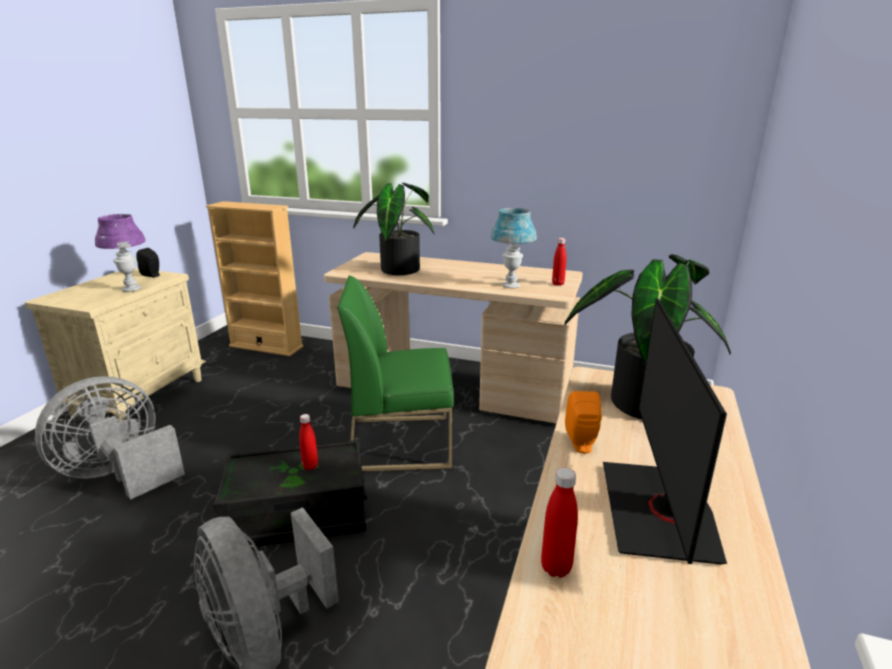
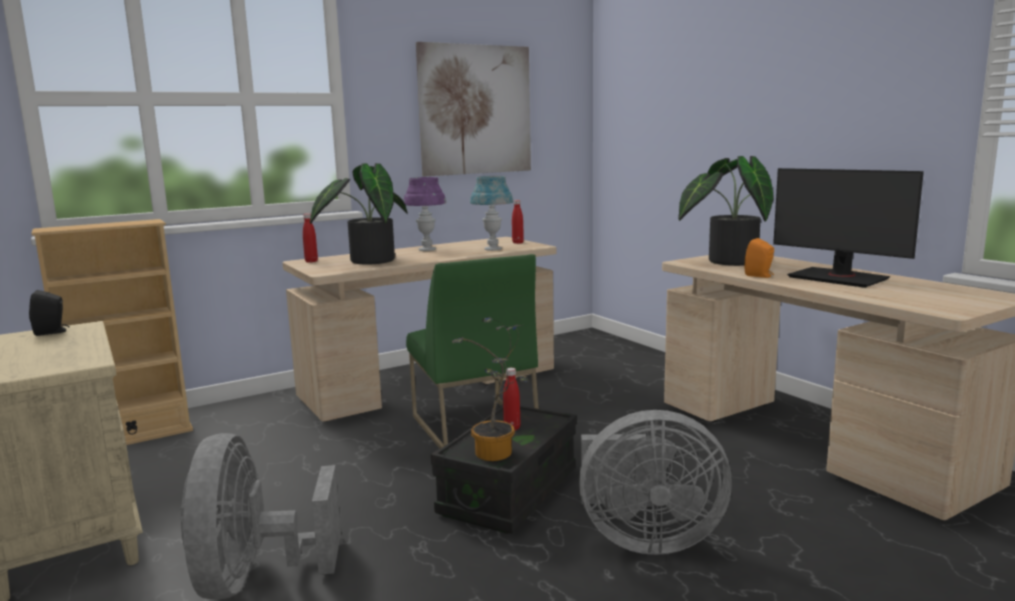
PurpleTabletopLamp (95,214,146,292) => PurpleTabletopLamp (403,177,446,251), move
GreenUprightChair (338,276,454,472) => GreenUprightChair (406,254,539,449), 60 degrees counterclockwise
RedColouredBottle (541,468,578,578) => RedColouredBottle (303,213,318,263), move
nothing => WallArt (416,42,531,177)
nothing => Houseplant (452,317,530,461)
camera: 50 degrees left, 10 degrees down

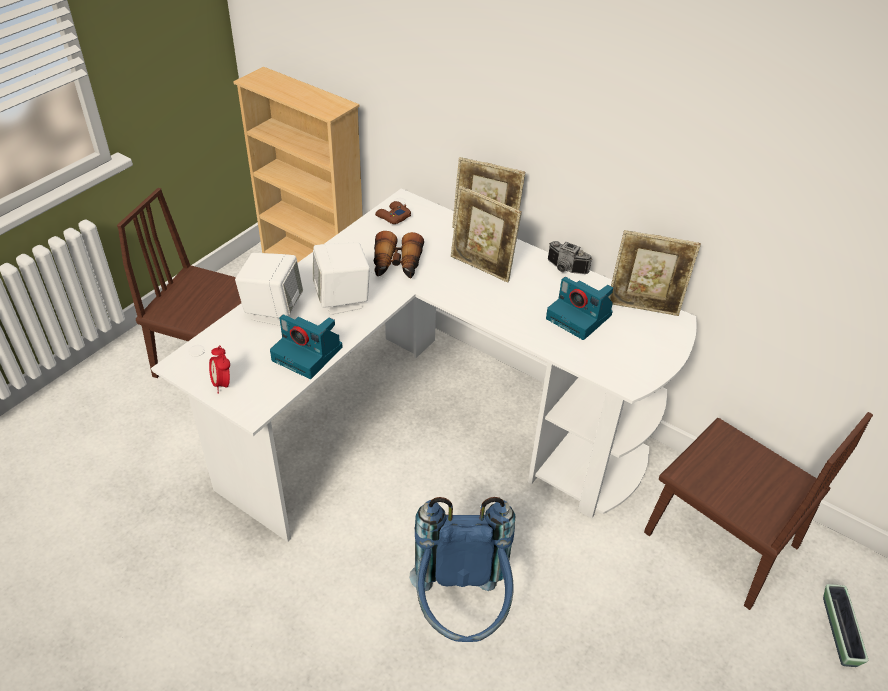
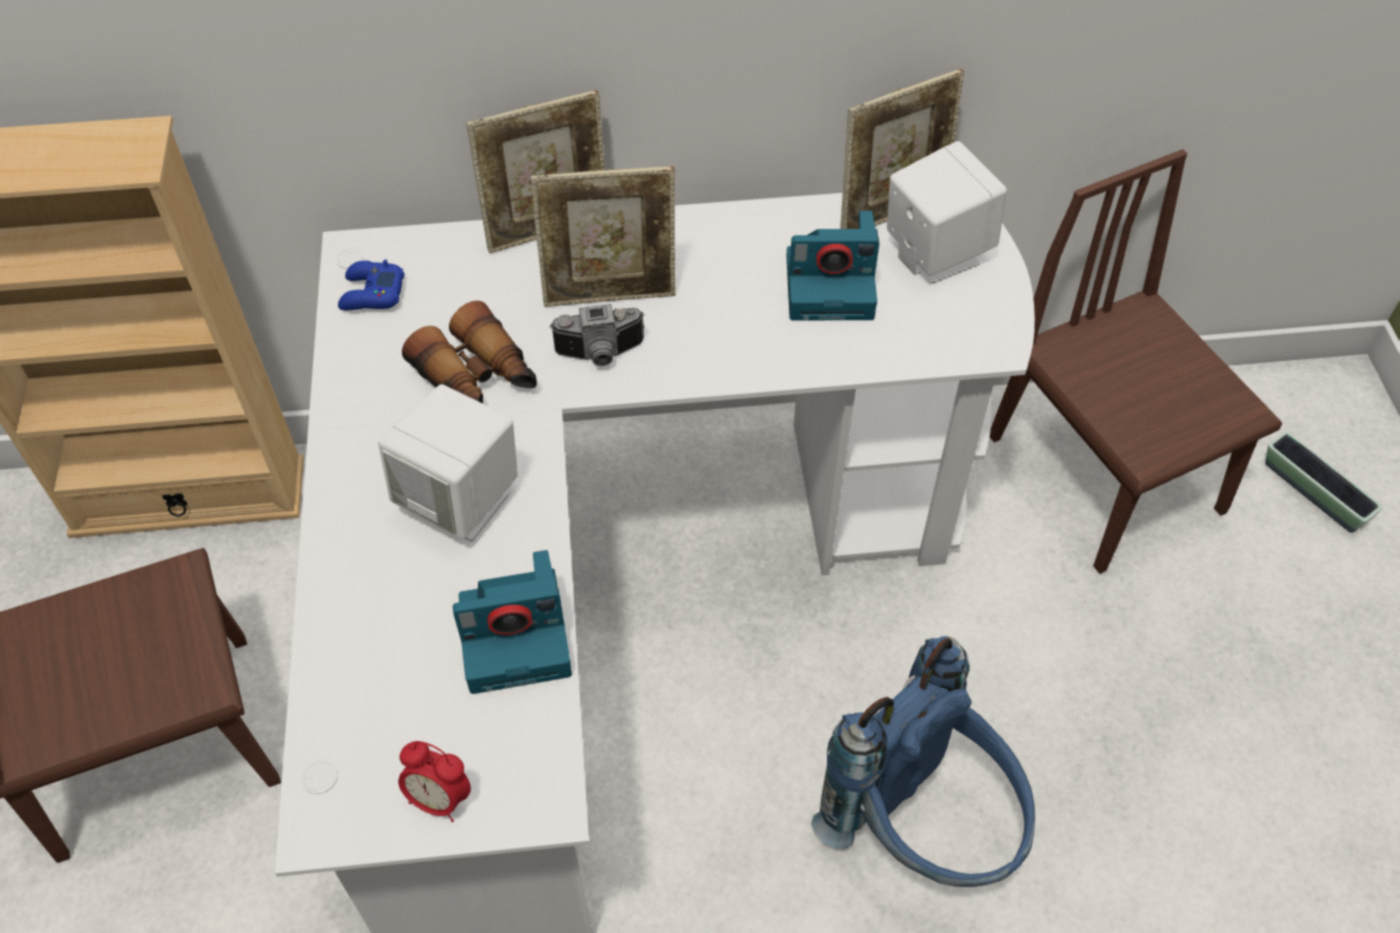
WhiteColouredSpeaker (235,253,303,326) => WhiteColouredSpeaker (887,141,1007,283), move
BrownJoypad (375,201,411,224) => BlueJoypad (338,259,405,310)
PhotoCamera (548,241,592,274) => PhotoCamera (549,304,644,366), move
BrownUprightChair (644,412,873,610) => BrownUprightChair (990,149,1282,574), 120 degrees counterclockwise
camera: 40 degrees left, 10 degrees up

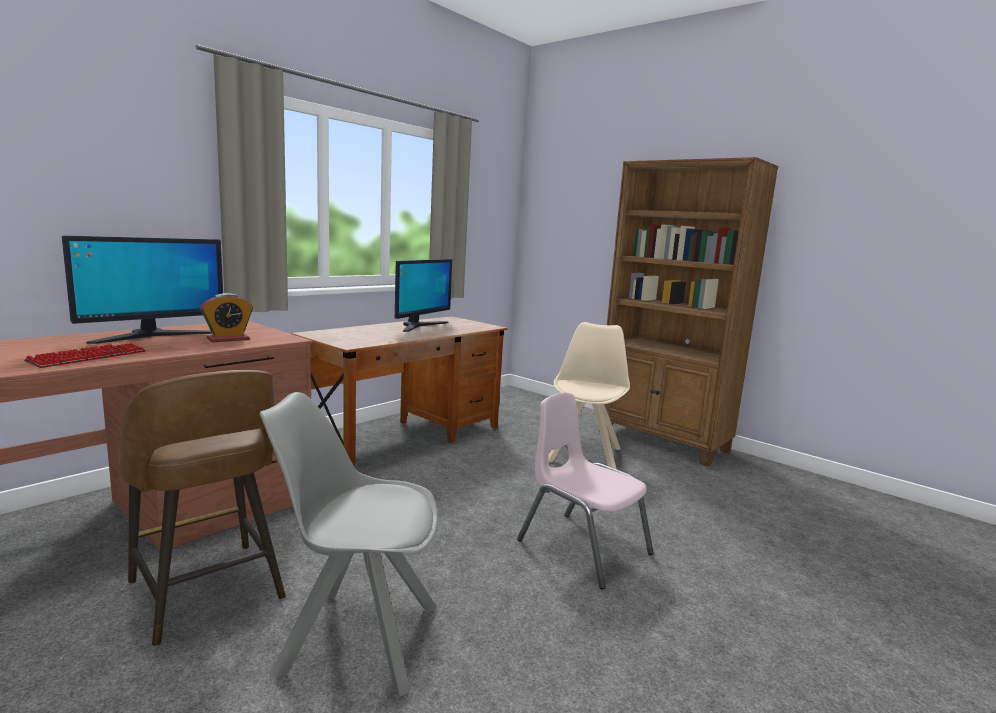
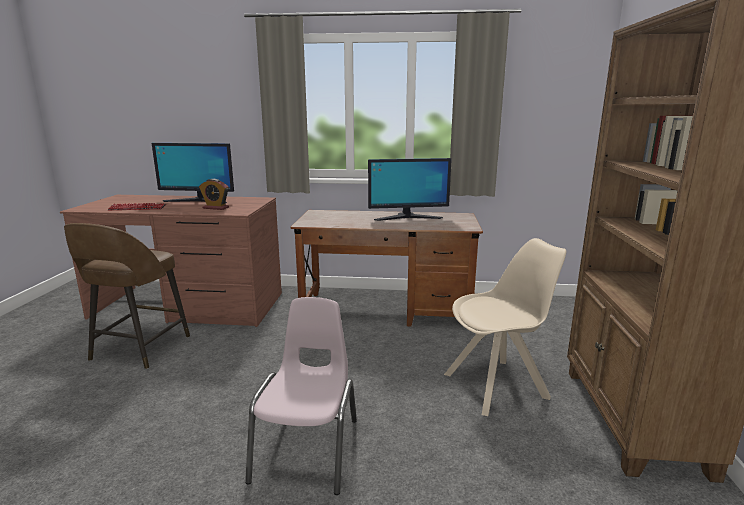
GrayUprightChair (260,392,438,696) => nothing
camera: 55 degrees right, 5 degrees up

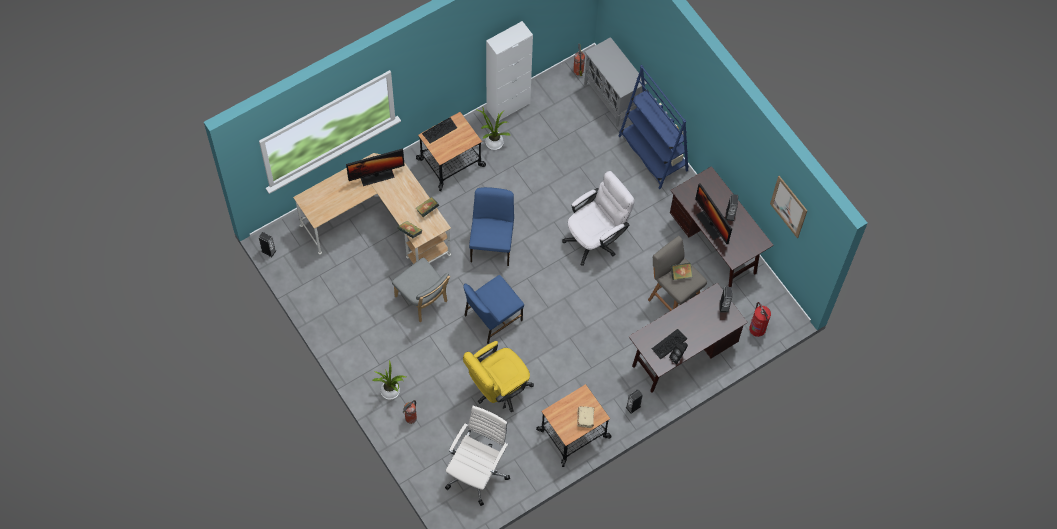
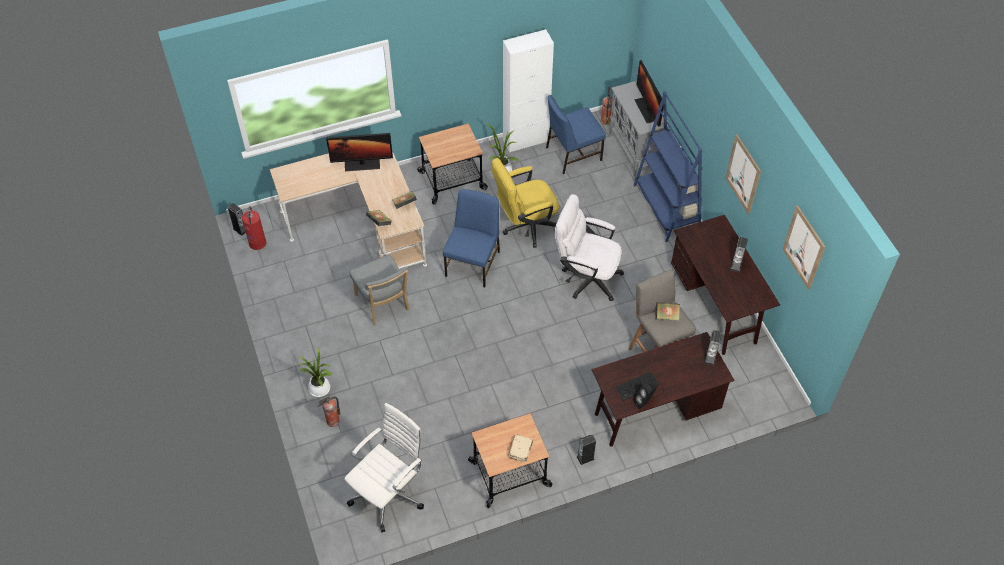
PcKeyboard (422,118,457,144) => nothing
BlueUprightChair (463,275,524,344) => BlueUprightChair (546,95,606,174), move
YellowDeskChair (463,341,534,412) => YellowDeskChair (491,158,559,248), move
WhiteColouredDeskChair (562,171,635,266) => WhiteColouredDeskChair (555,194,624,301), 135 degrees counterclockwise
ComputerDisplay (695,183,732,244) => ComputerDisplay (635,60,663,127), move
Extinguisher (749,302,771,337) => Extinguisher (242,206,266,250), move
nothing => WallArt (725,134,761,214)
camera: 15 degrees right, 10 degrees down

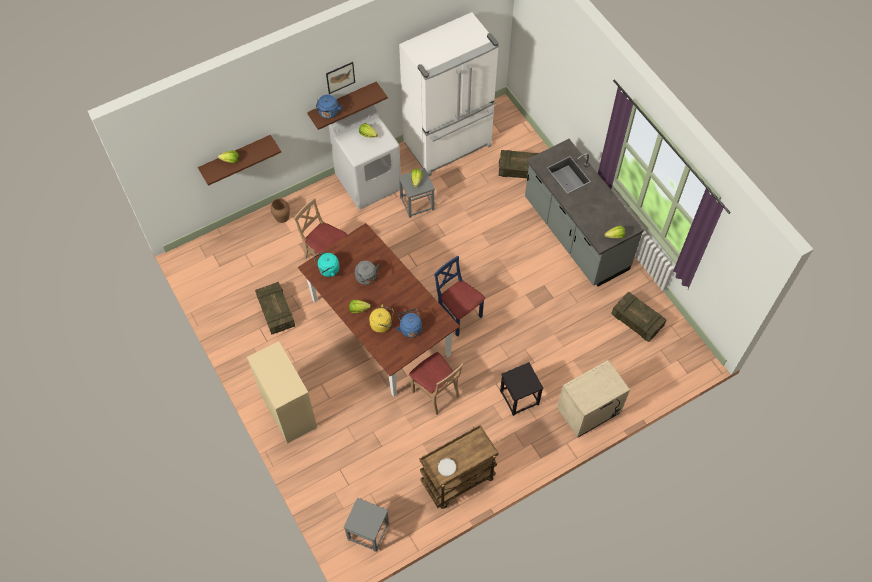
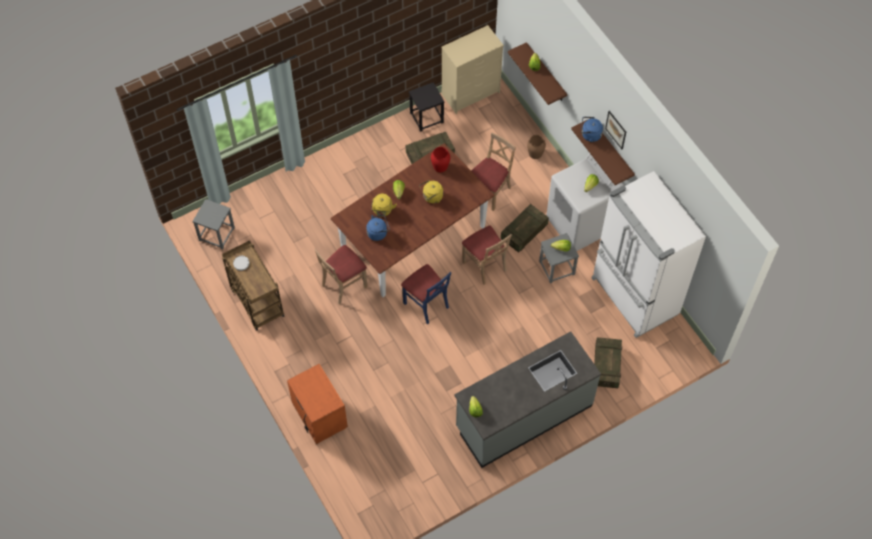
BeigeColouredChestOfDrawers (247,341,317,444) => BeigeColouredChestOfDrawers (441,25,504,114), move
TurquoiseColouredKettle (314,252,340,277) => RedColouredVase (431,147,450,172)
GrayKettle (355,261,379,285) => YellowKettle (419,180,443,203)
BlueUprightChair (434,256,485,337) => BlueUprightChair (401,264,451,324), 90 degrees clockwise
BlackStoolSeat (500,362,544,416) => BlackStoolSeat (409,82,445,132), move
BeigeColouredNightTable (557,360,630,437) => OrangeyNightTable (287,364,348,444)
Crate (611,291,667,342) => Crate (501,204,549,253), move
nothing => BeigeColouredUprightChair (462,226,512,285)
camera: 90 degrees right, 0 degrees up

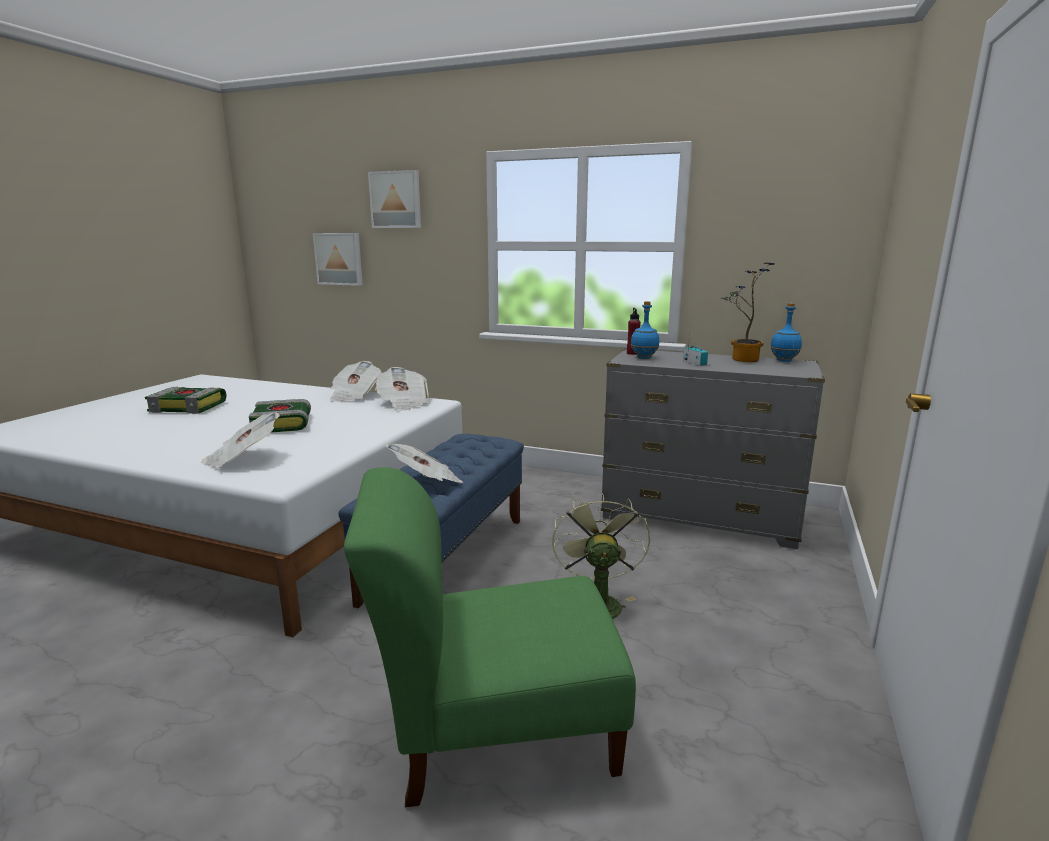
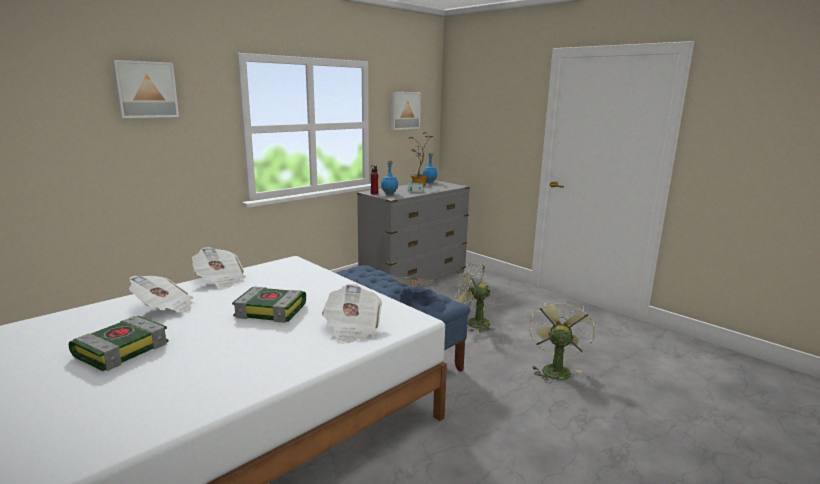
WallArt (313,233,363,286) => WallArt (391,92,421,130), move
GreenUprightChair (344,467,636,807) => GreenFan (529,298,595,383)
PrintedPaper (375,367,429,411) => PrintedPaper (129,276,193,313), move
camera: 65 degrees left, 0 degrees up

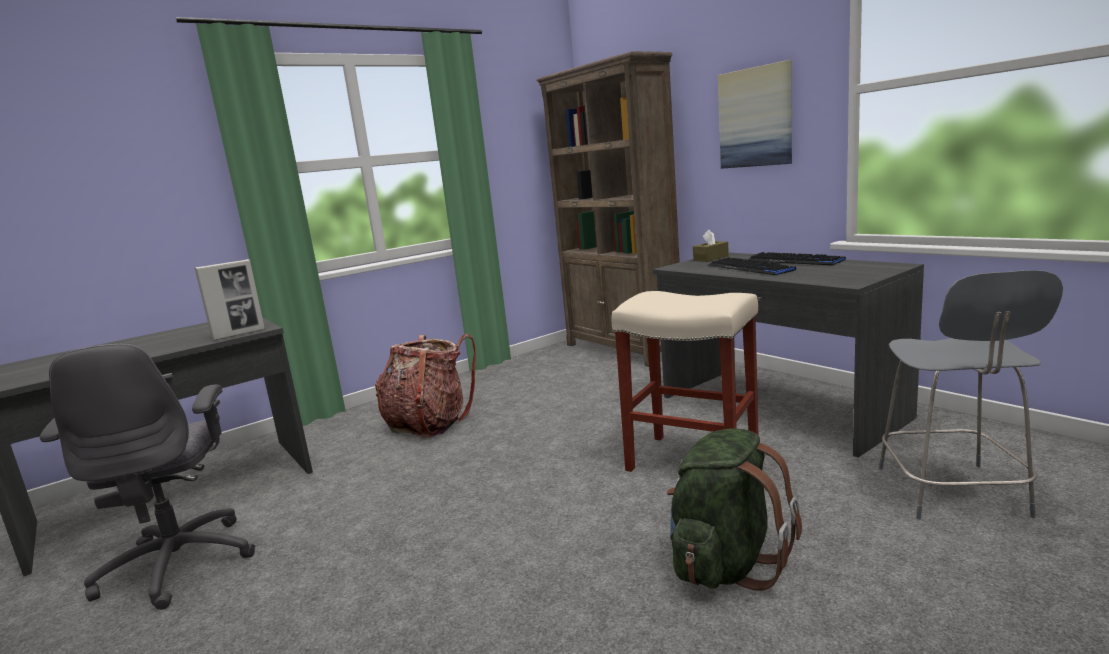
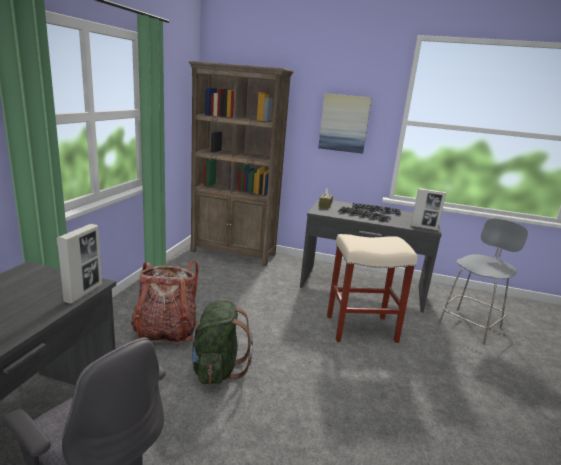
GreenBackpack (667,428,802,591) => GreenBackpack (186,301,253,385), move
GrayUprightChair (879,270,1063,520) => GrayUprightChair (439,218,528,345), 105 degrees counterclockwise
nothing => PhotoFrame (411,188,446,230)
camera: 40 degrees left, 5 degrees up

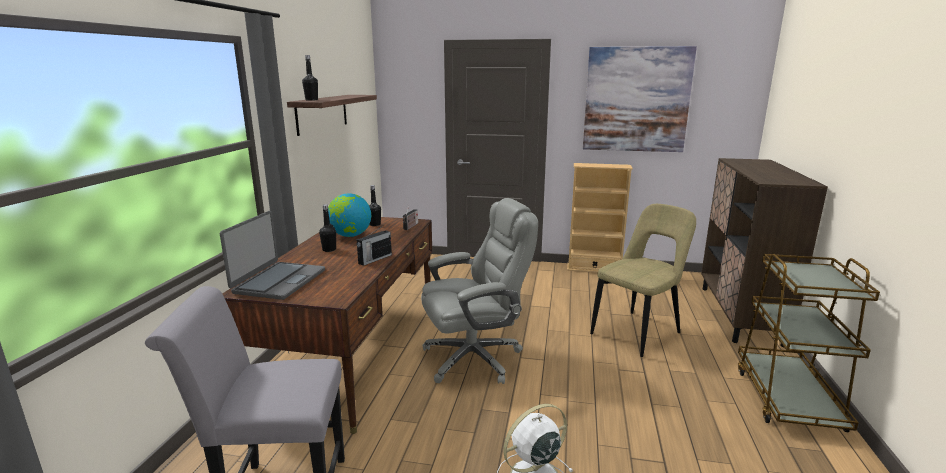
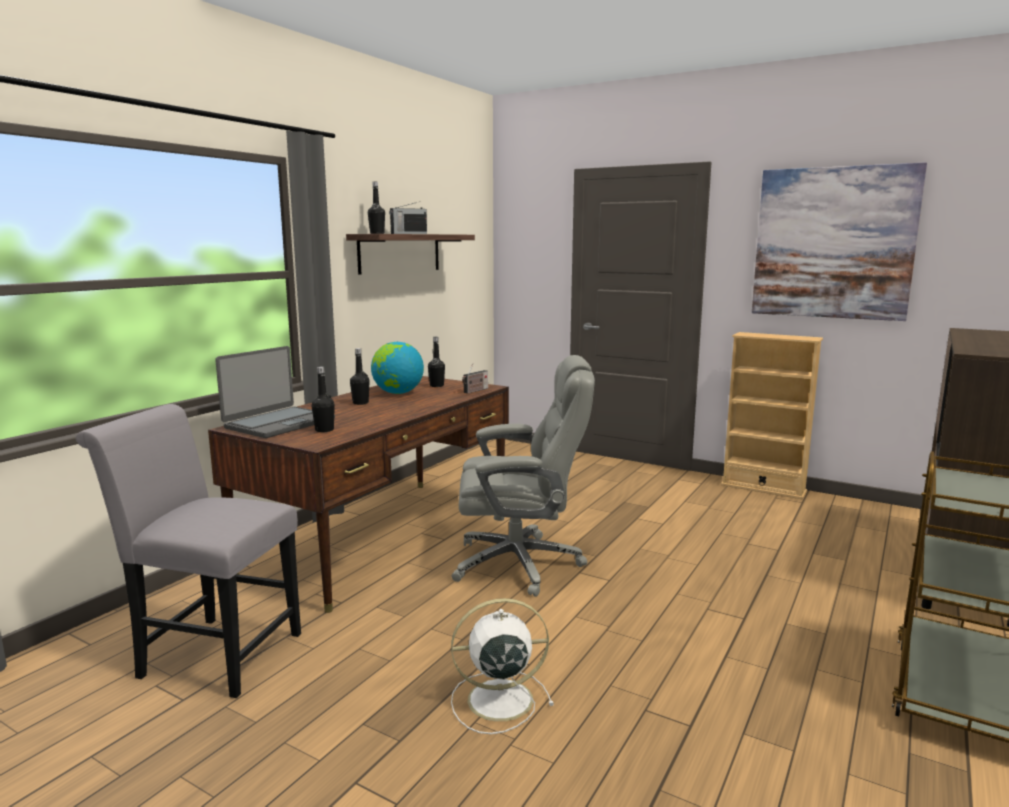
RadioReceiver (357,225,392,266) => RadioReceiver (389,202,427,234), move
BeigeColouredUprightChair (590,204,696,357) => nothing
nothing => BlackBottle (312,366,335,432)
camera: 20 degrees right, 5 degrees down

